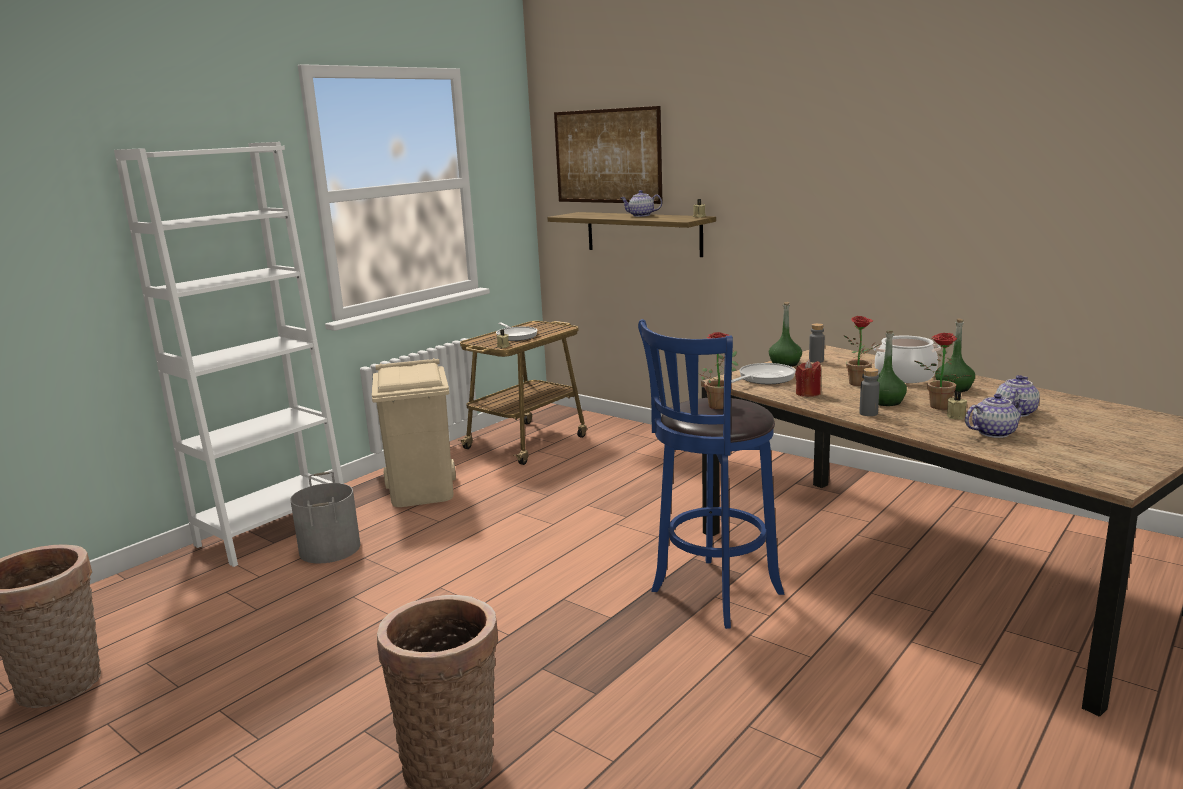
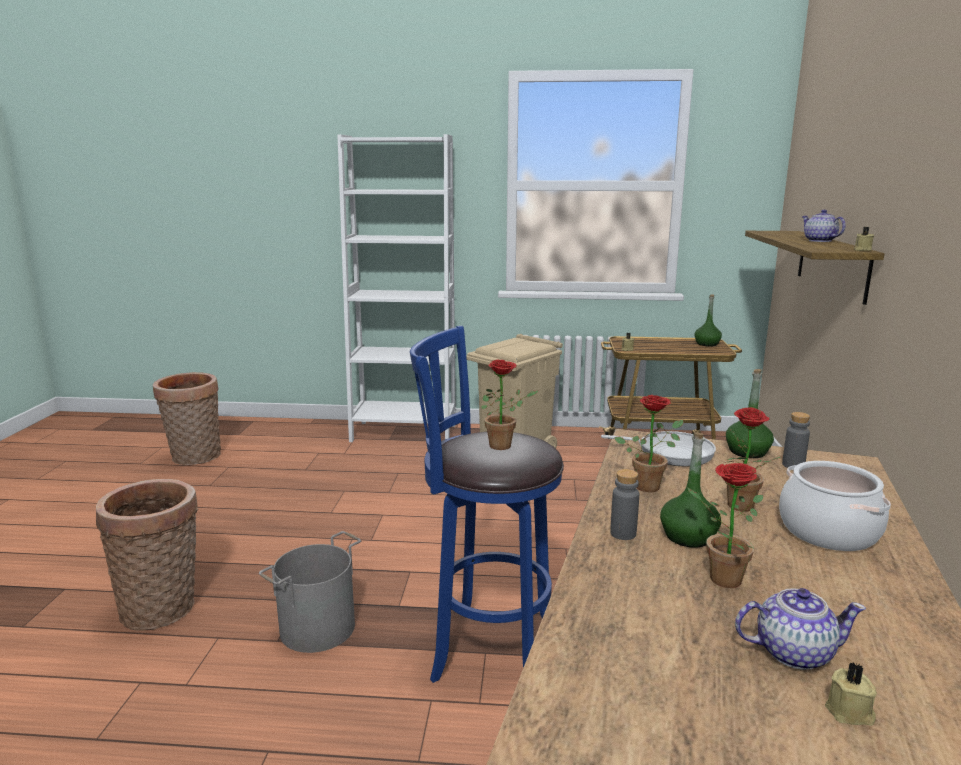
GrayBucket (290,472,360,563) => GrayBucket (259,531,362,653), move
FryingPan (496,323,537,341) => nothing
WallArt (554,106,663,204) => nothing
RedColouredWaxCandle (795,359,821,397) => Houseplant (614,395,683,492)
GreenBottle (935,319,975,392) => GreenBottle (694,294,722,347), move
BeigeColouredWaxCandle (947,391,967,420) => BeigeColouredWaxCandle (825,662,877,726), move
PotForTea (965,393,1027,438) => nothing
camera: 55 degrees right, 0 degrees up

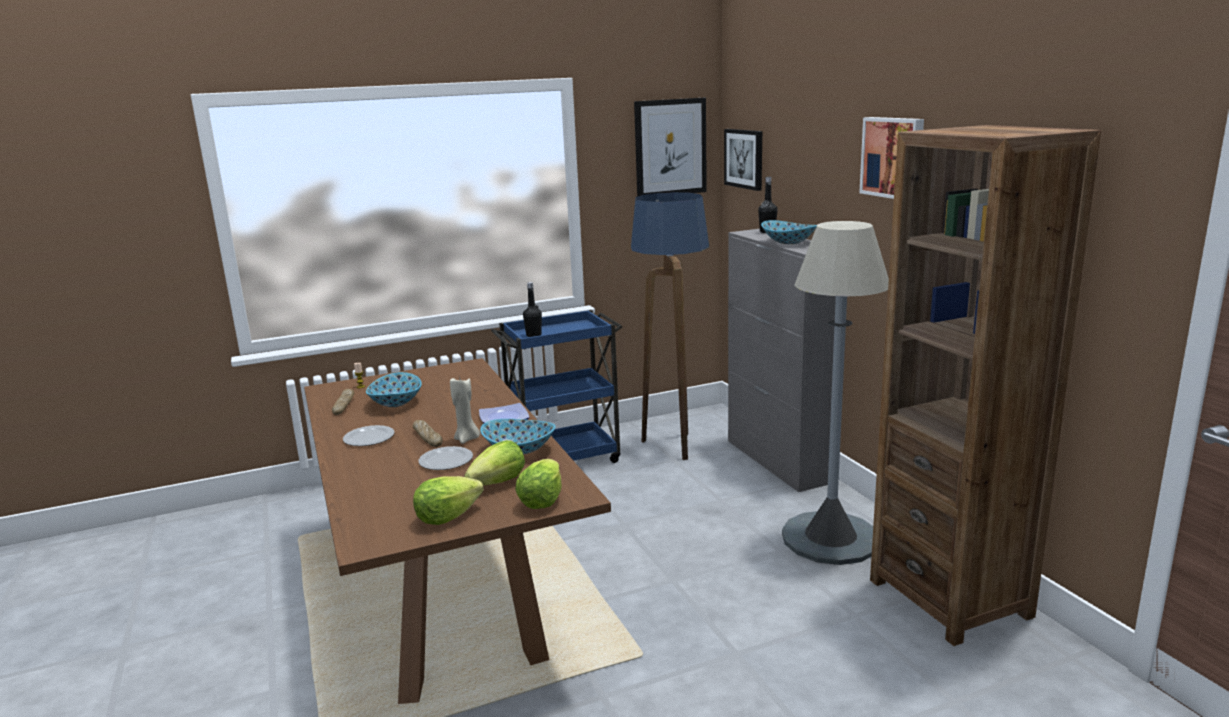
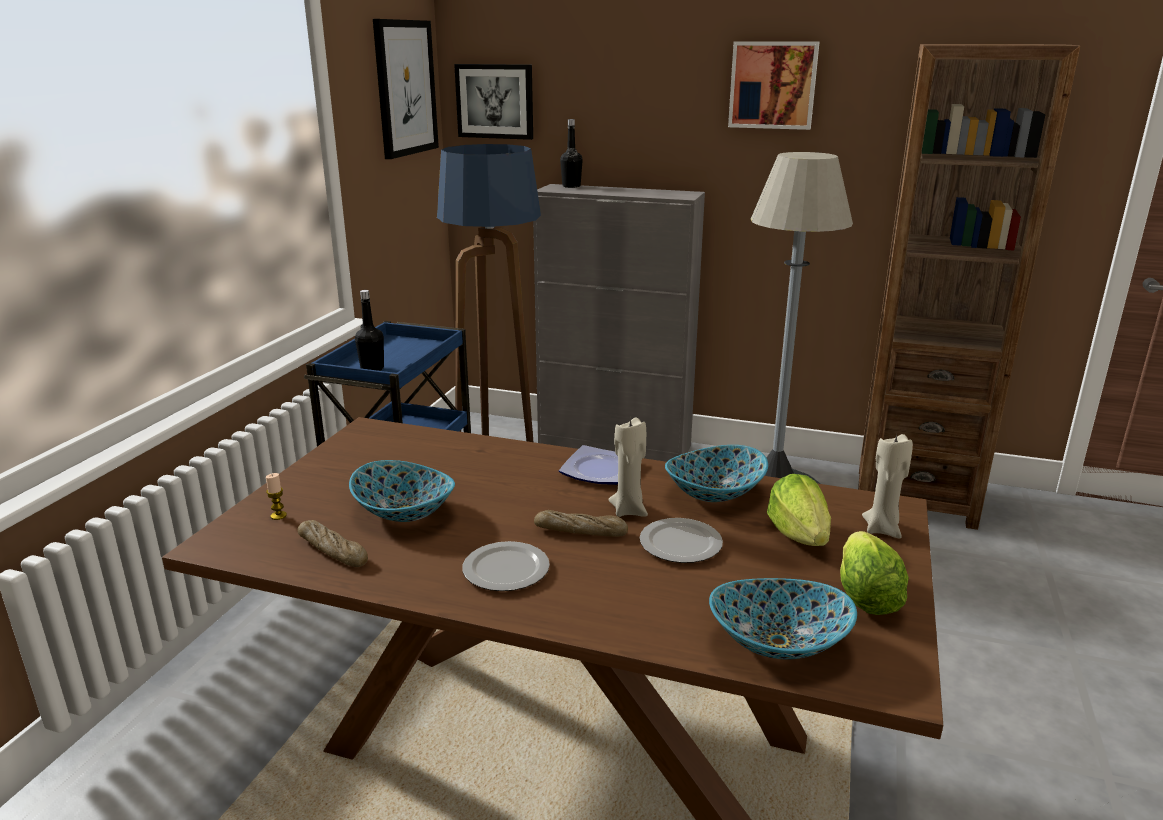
LettuceHead (515,459,562,509) => BeigeColouredWaxCandle (862,434,913,539)
DeepDish (761,220,817,244) => DeepDish (709,578,857,659), move
camera: 50 degrees left, 5 degrees up

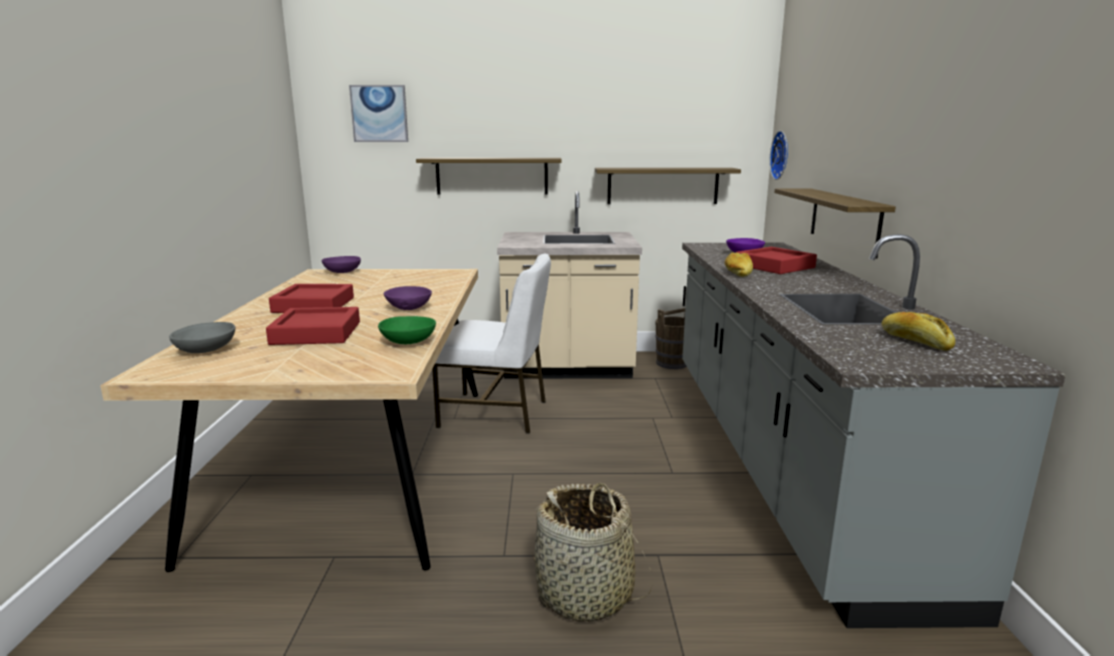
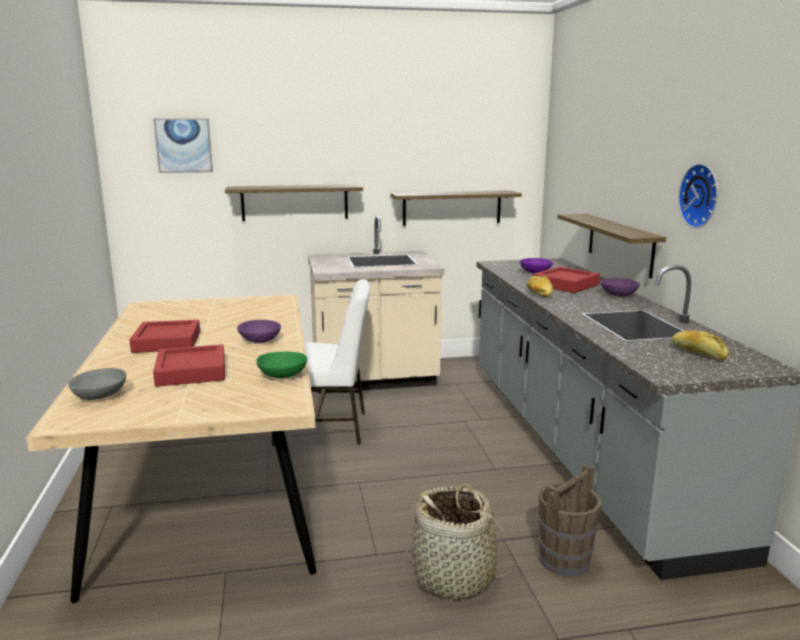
PurpleDeepDish (322,256,361,273) => PurpleDeepDish (601,278,640,297), move
BrownBucket (655,308,687,369) => BrownBucket (538,464,601,576), move
HangingClock (770,131,788,180) => HangingClock (678,164,718,228), move
camera: 10 degrees left, 0 degrees up

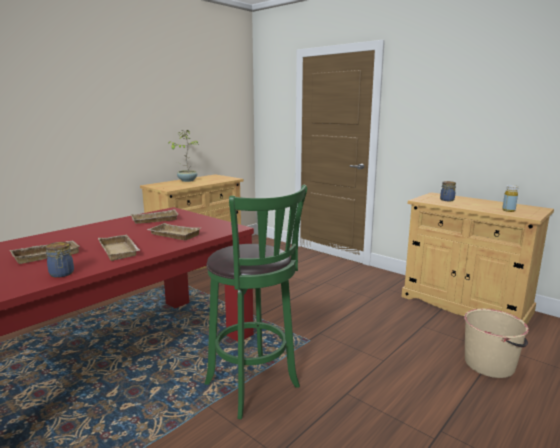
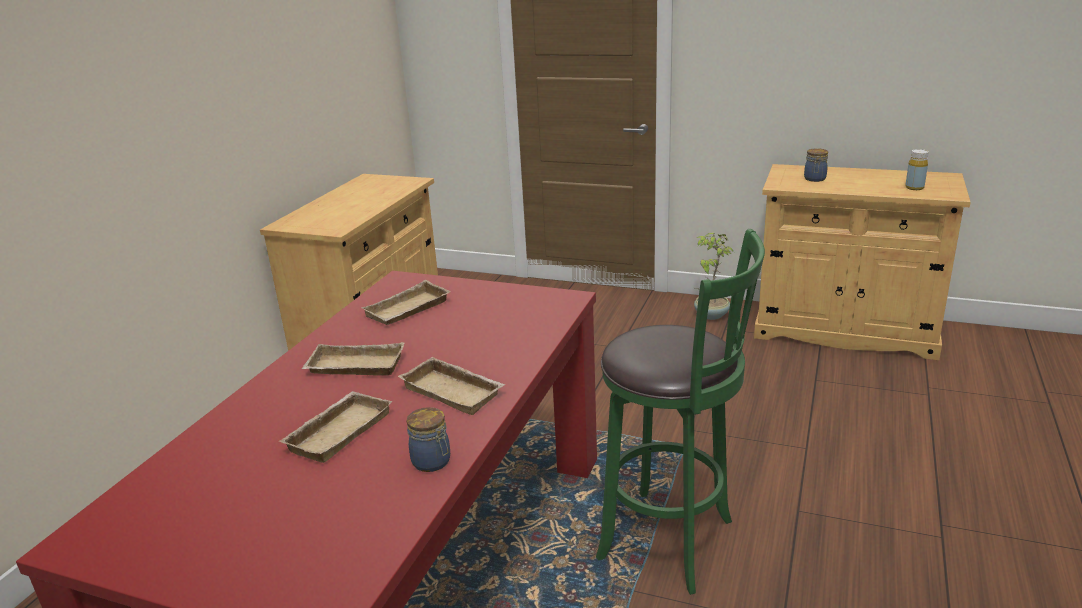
BeigeColouredCarryingTray (147,223,201,240) => BeigeColouredCarryingTray (302,342,405,376), move
Houseplant (168,130,198,182) => Houseplant (694,233,734,320), move
BeigeColouredBucket (464,309,529,378) => nothing
camera: 20 degrees left, 10 degrees up

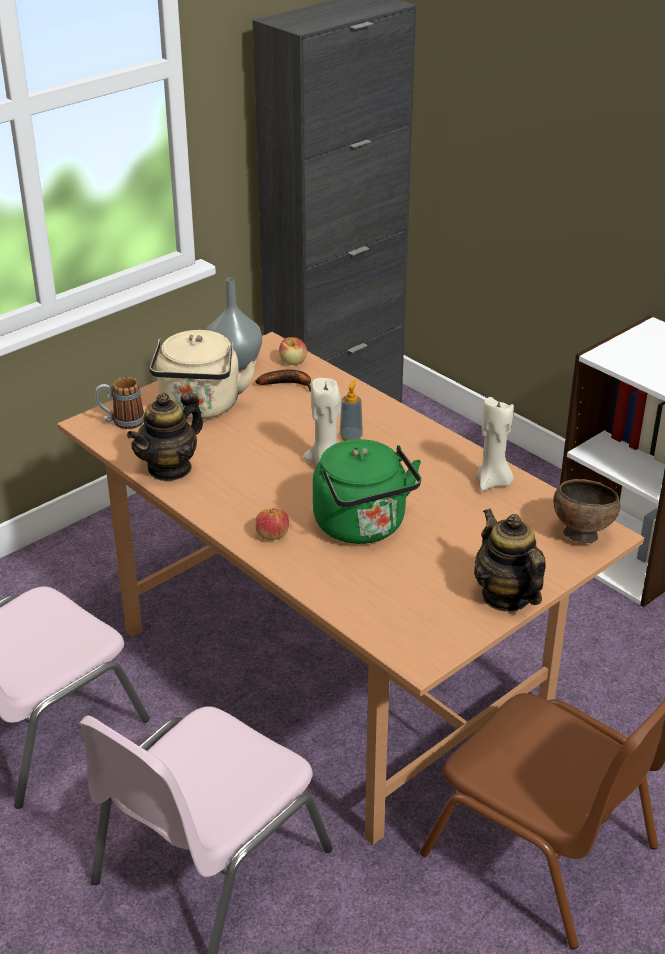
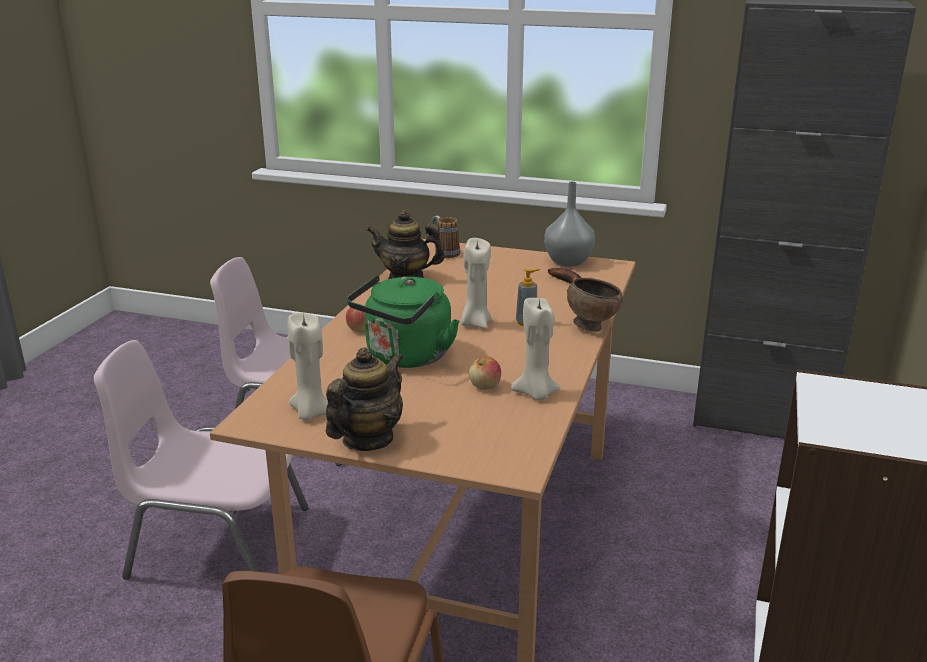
BeigeColouredKettle (149,330,256,419) => nothing
Apple (279,337,307,365) => Apple (469,356,501,390), move
BrownDeepDish (553,479,620,543) => BrownDeepDish (567,278,623,332), move
nothing => BeigeColouredWaxCandle (288,313,328,420)
camera: 60 degrees right, 10 degrees down

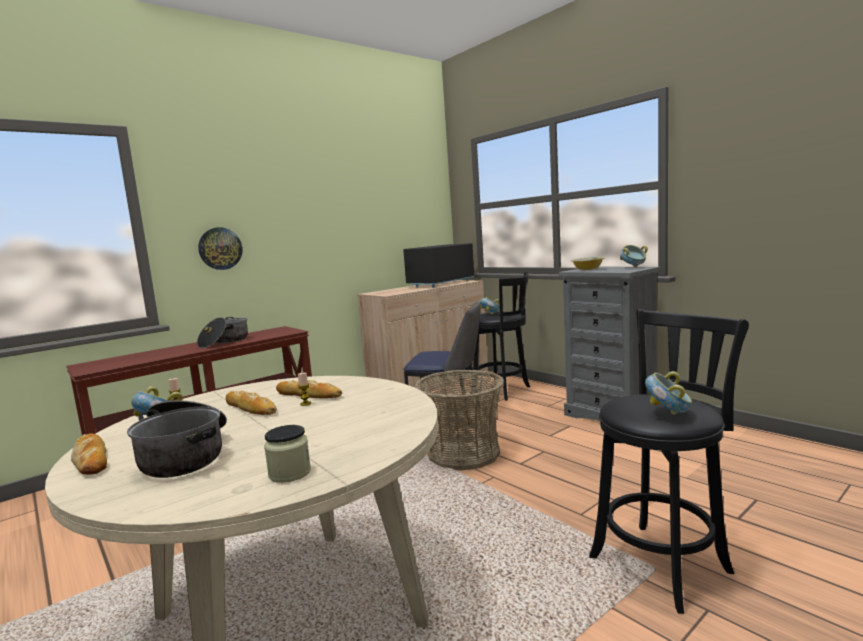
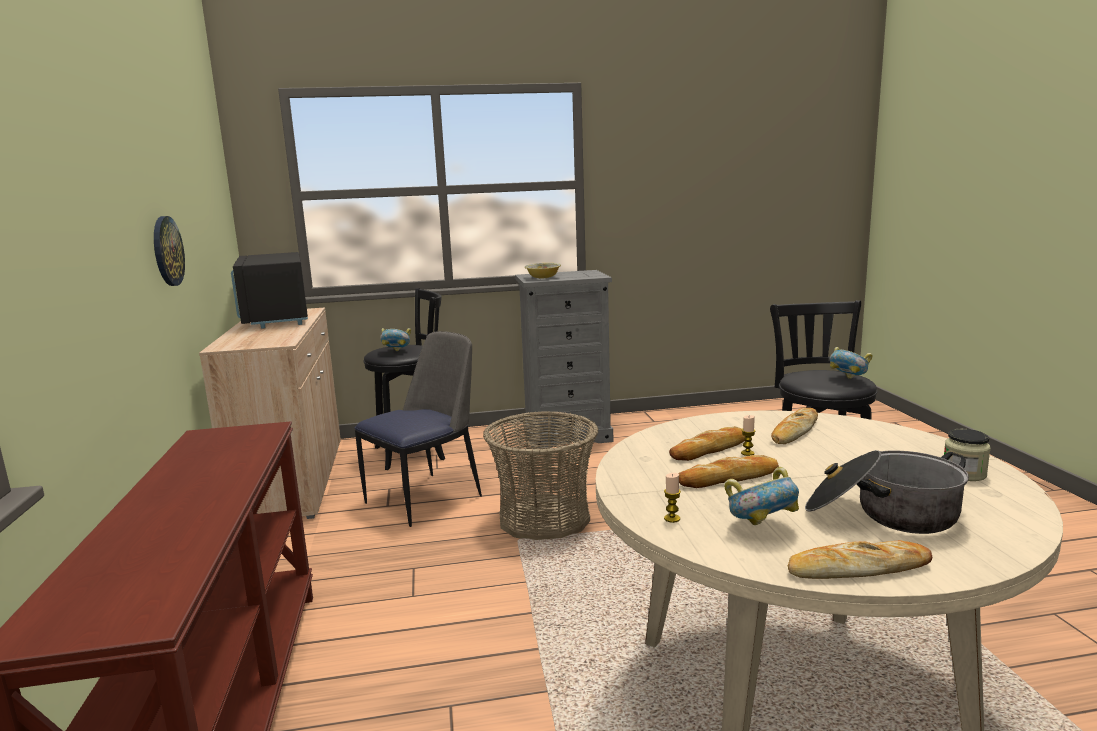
CookingPot (197,317,248,348) => nothing
HangingClock (198,227,243,270) => HangingClock (154,216,185,286), move
DeepDish (620,245,648,267) => nothing
nothing => BakedBread (771,408,818,444)
camera: 60 degrees left, 5 degrees up

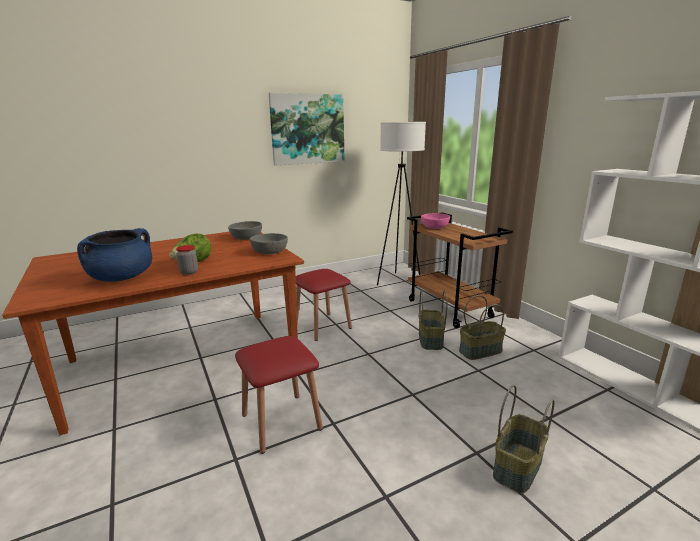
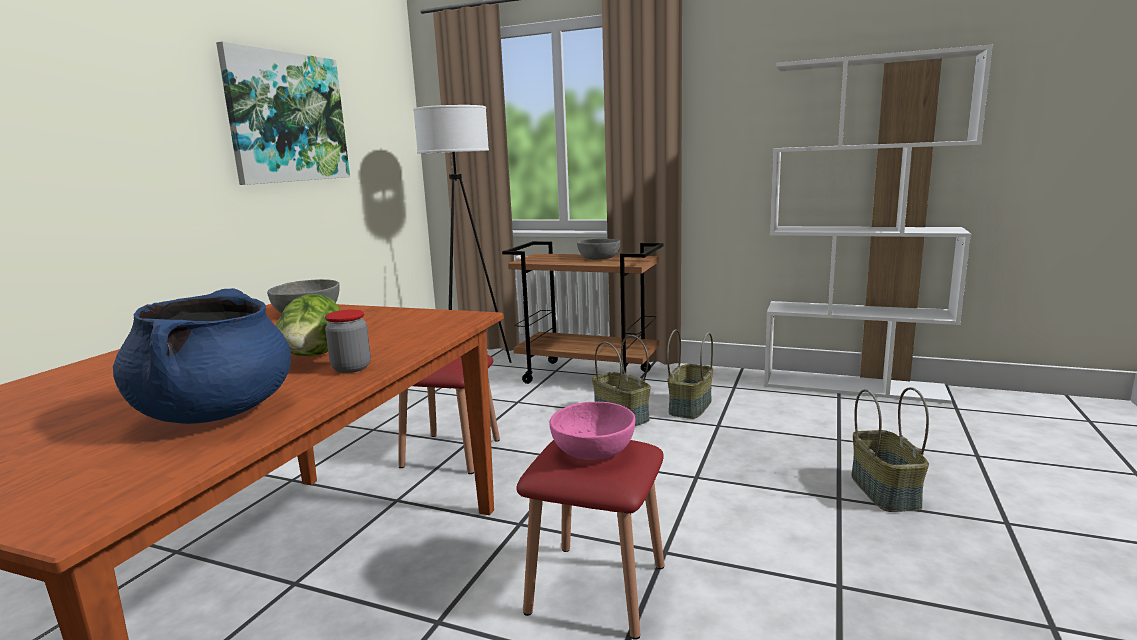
GrayDeepDish (250,233,288,254) => GrayDeepDish (577,239,620,259), move
PinkishDeepDish (421,213,450,229) => PinkishDeepDish (549,402,636,460), move
camera: 40 degrees left, 5 degrees down

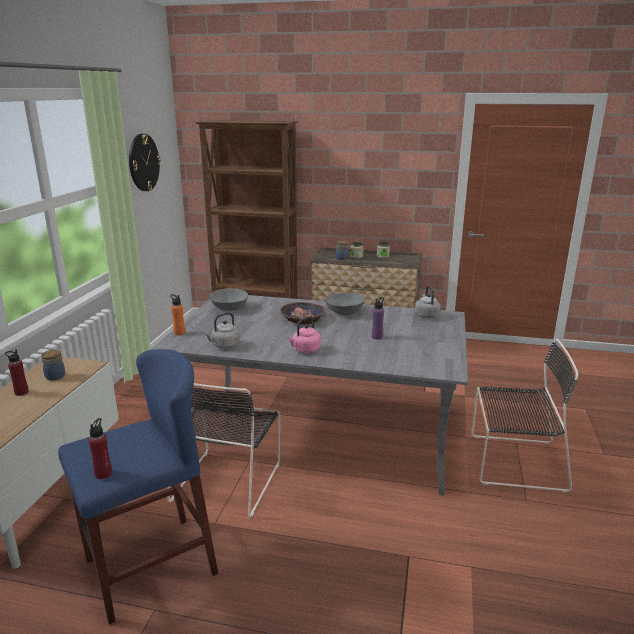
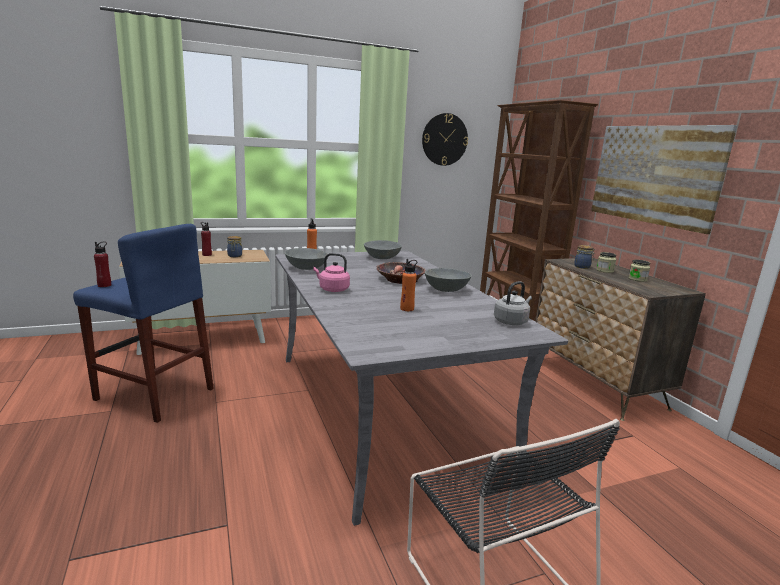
BlackUprightChair (167,383,280,518) => nothing
GrayKettle (204,312,240,349) => GrayDeepDish (285,248,327,270)
PurpleBottle (372,297,384,339) => OrangeyBottle (400,259,417,311)
nothing => WallArt (591,125,737,234)
camera: 55 degrees right, 5 degrees down

